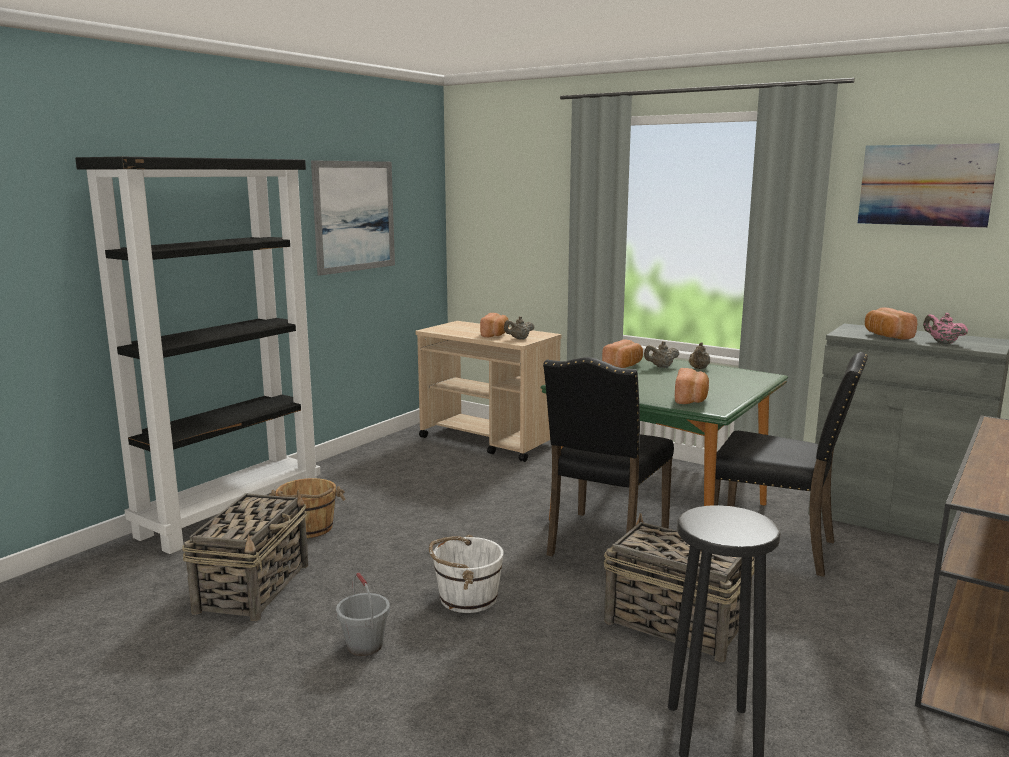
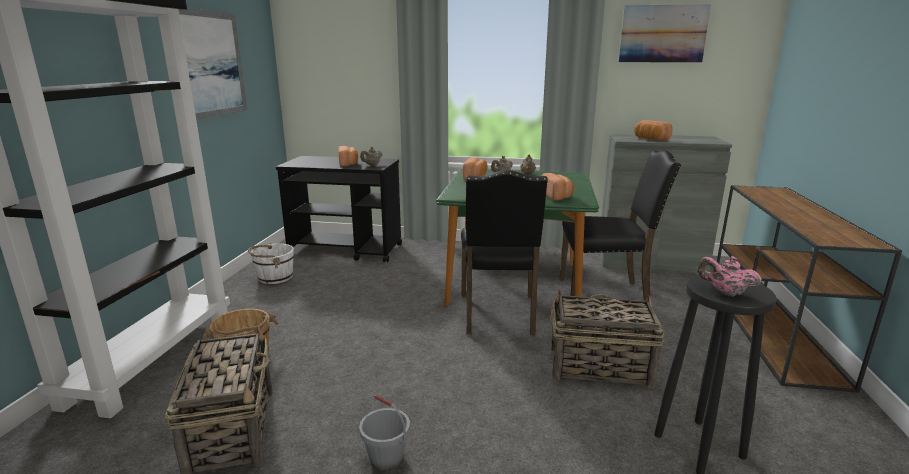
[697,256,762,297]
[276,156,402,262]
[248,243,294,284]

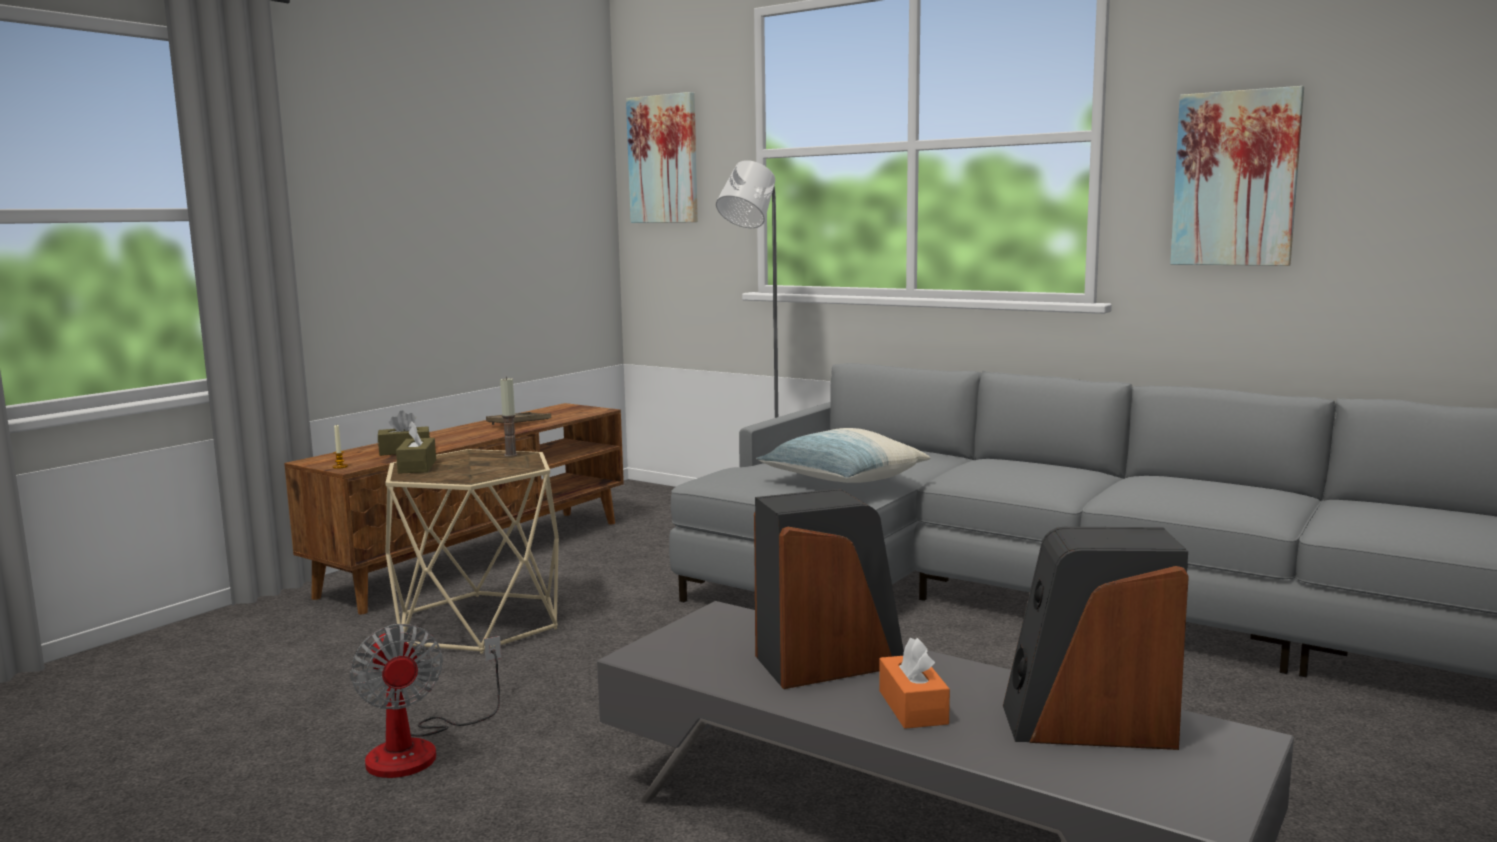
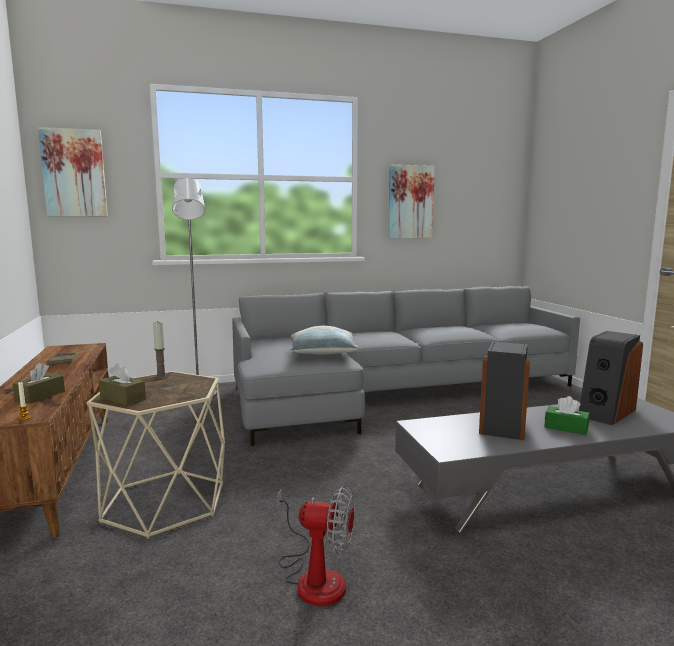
[544,396,590,435]

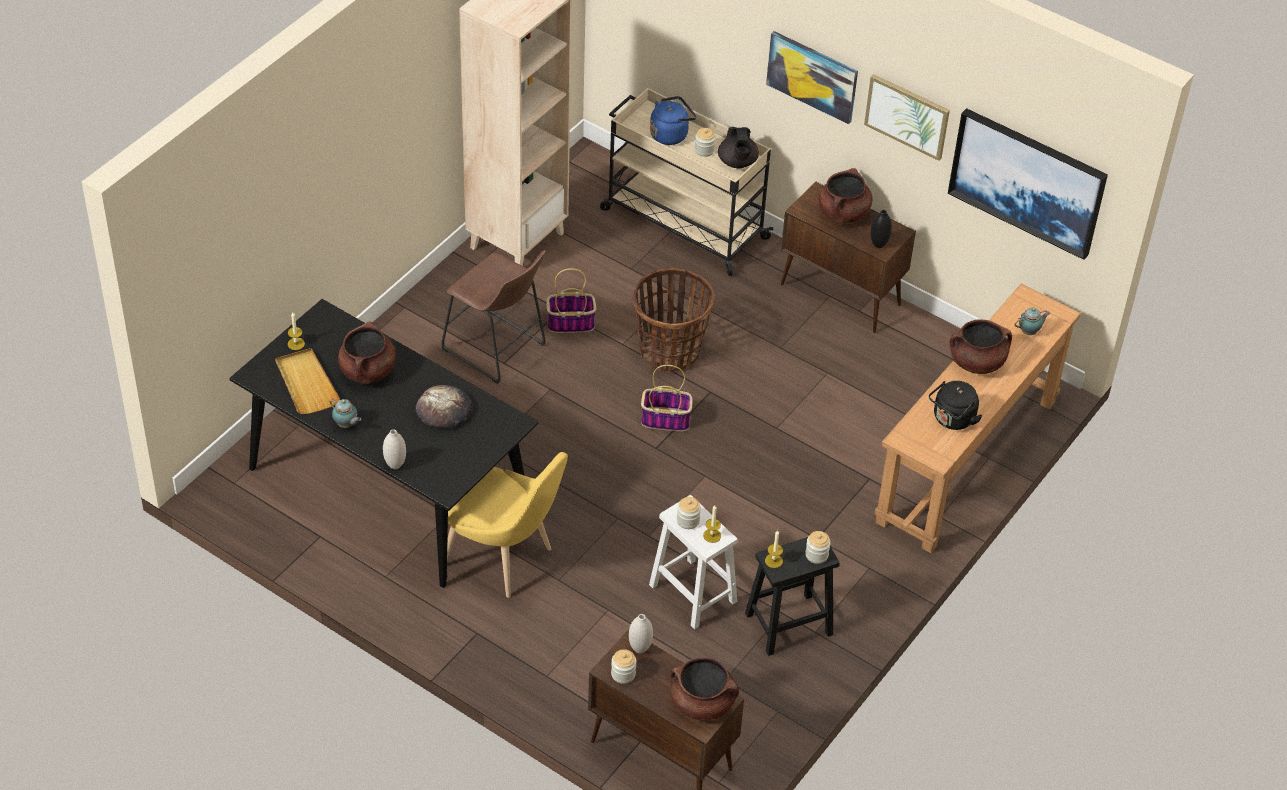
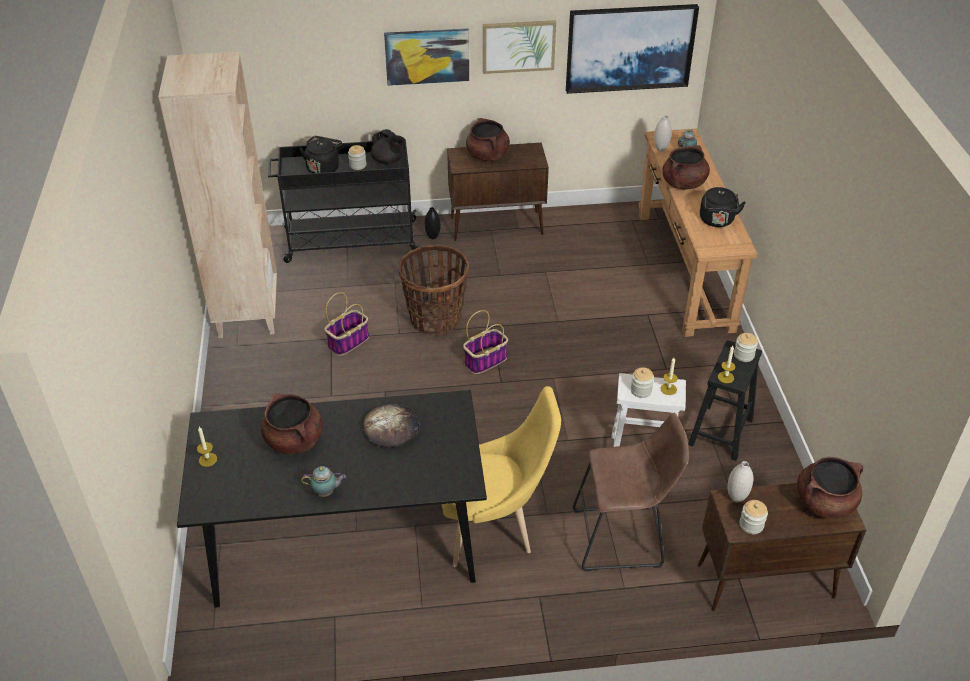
[268,139,421,263]
[299,136,342,173]
[425,207,441,239]
[573,413,689,571]
[275,348,340,414] (first image)
[654,115,672,151]

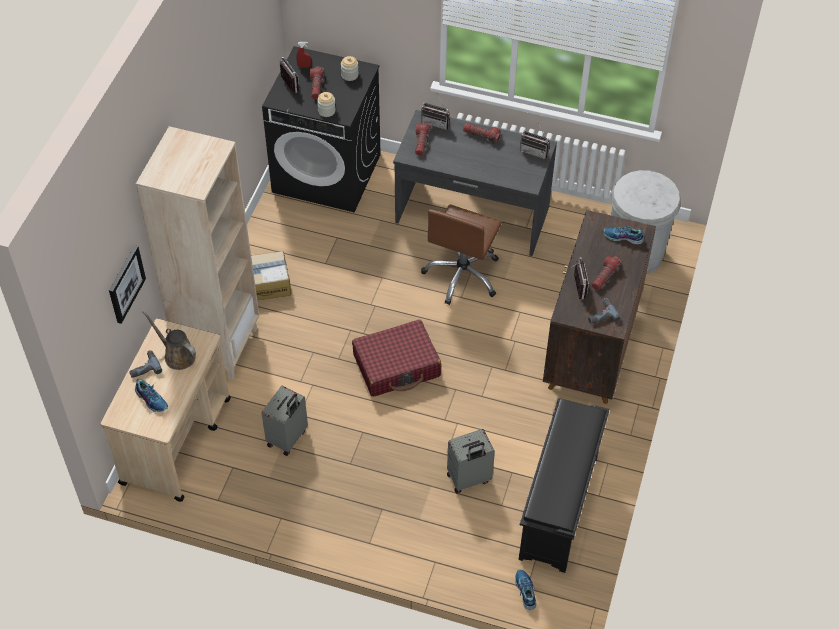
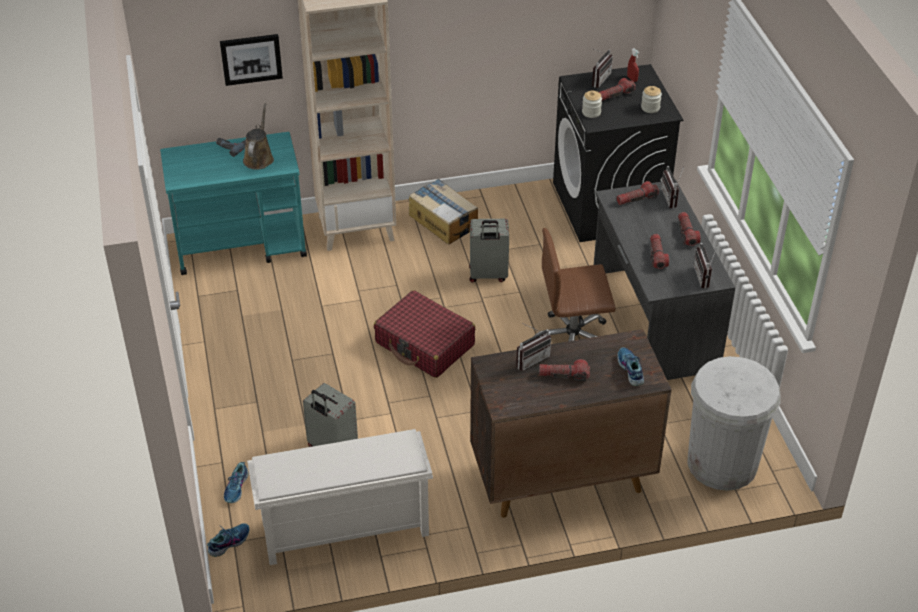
[588,298,621,324] (first image)
[160,132,307,275]
[224,462,249,503]
[469,219,509,283]
[247,429,433,565]
[650,234,669,269]

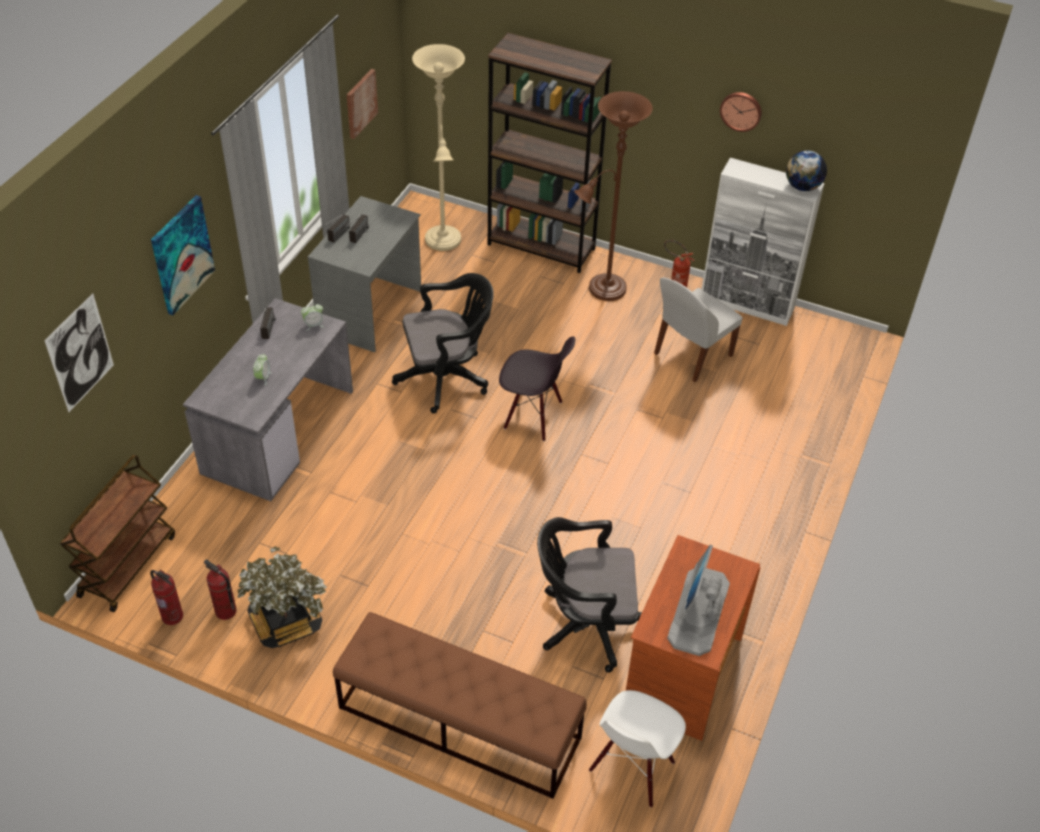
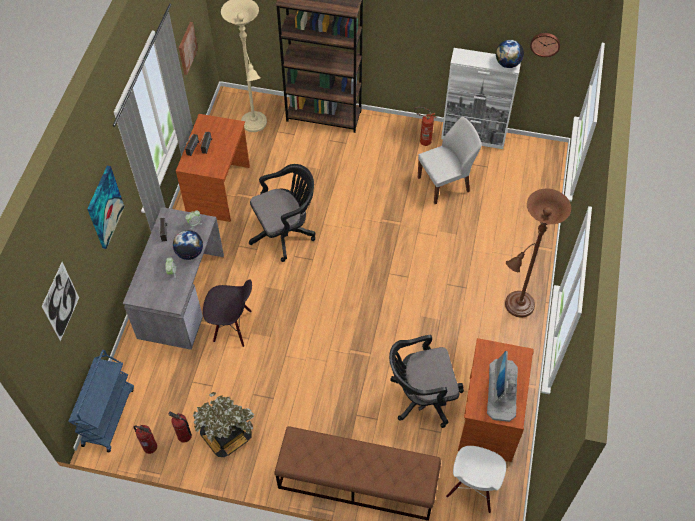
[505,189,571,318]
[530,33,560,57]
[176,114,250,222]
[418,117,482,204]
[203,279,252,347]
[69,350,134,453]
[173,230,203,260]

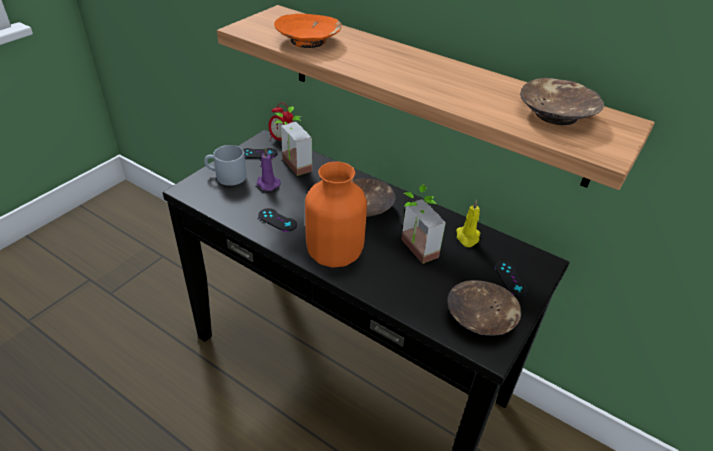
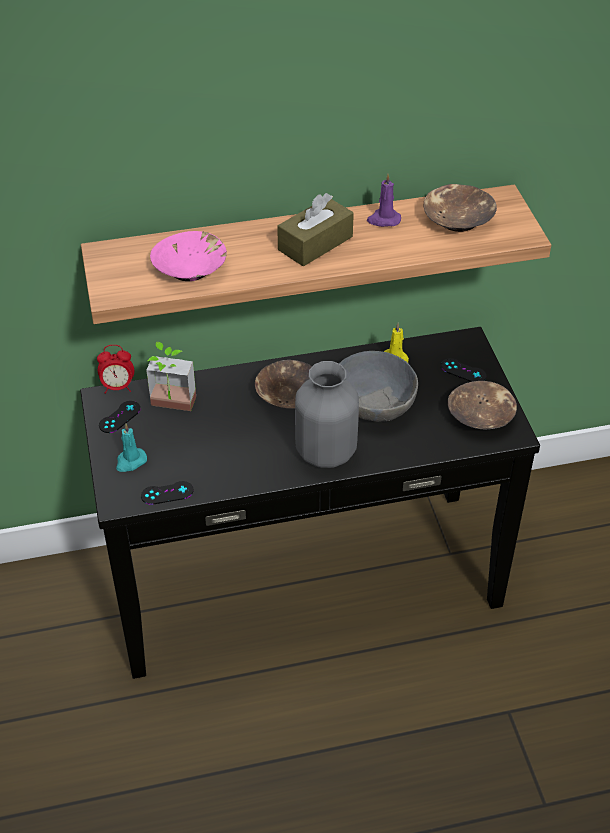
[150,231,227,281]
[116,423,147,472]
[367,174,401,227]
[295,361,359,468]
[339,351,418,422]
[141,481,193,505]
[277,193,354,267]

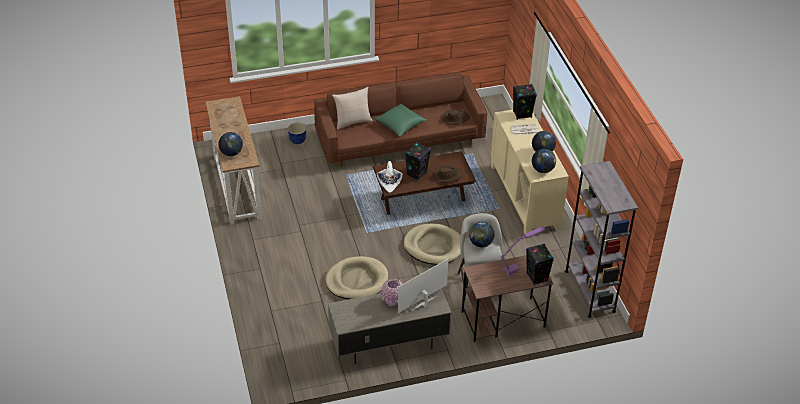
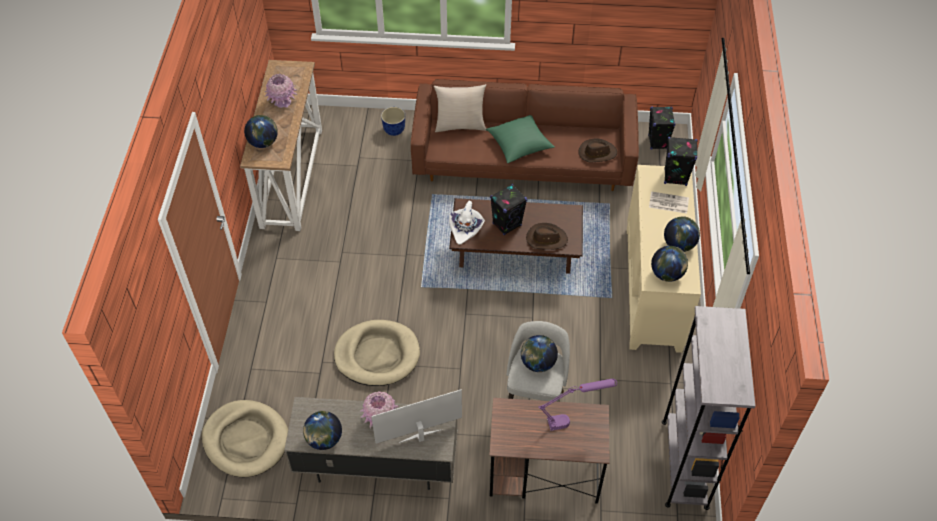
[202,400,288,477]
[648,107,675,149]
[265,74,297,108]
[303,411,342,450]

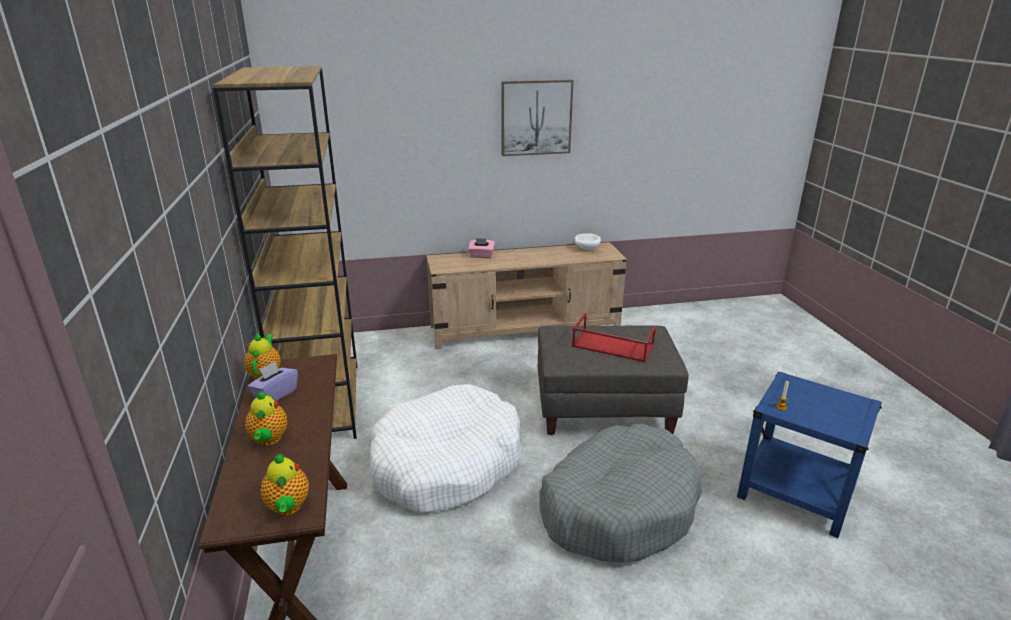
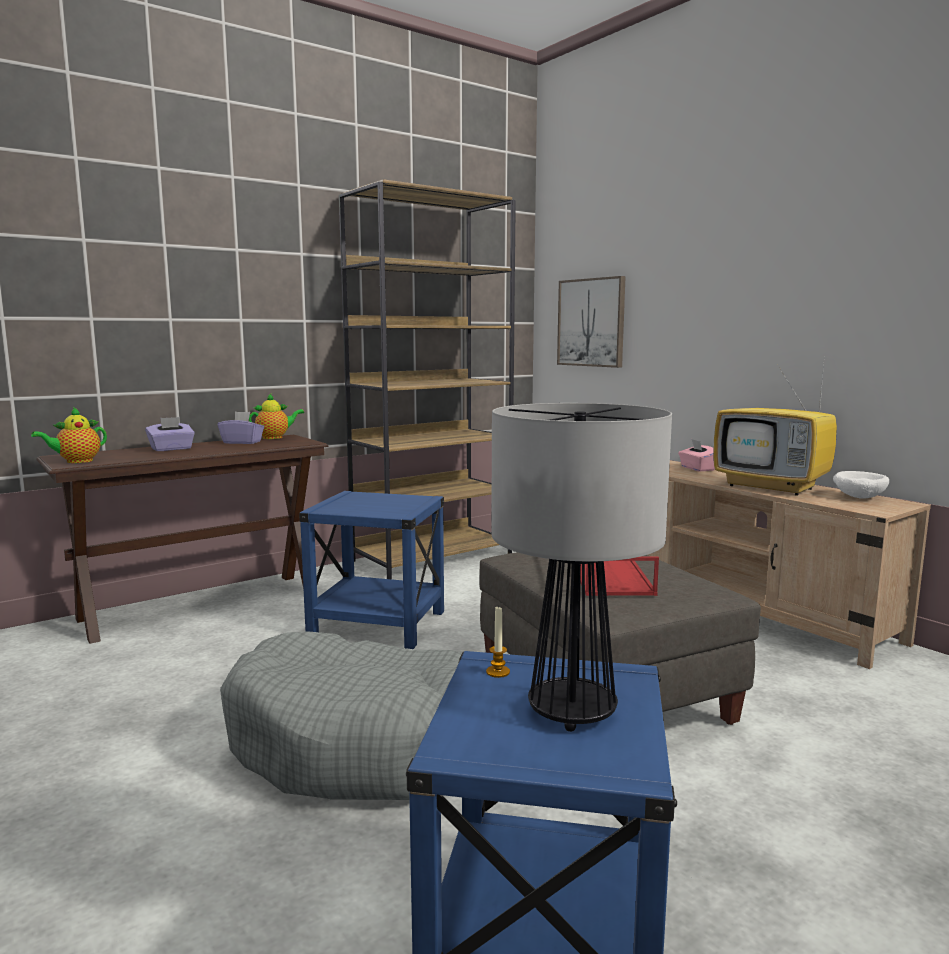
[557,276,626,368]
[299,491,444,649]
[145,417,195,451]
[713,354,837,496]
[491,403,672,732]

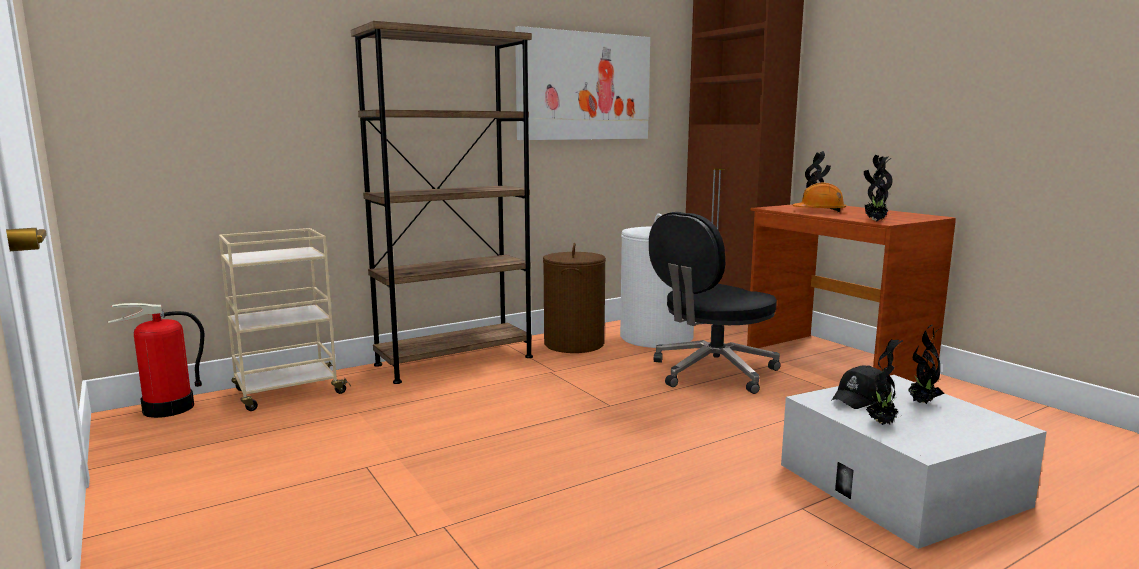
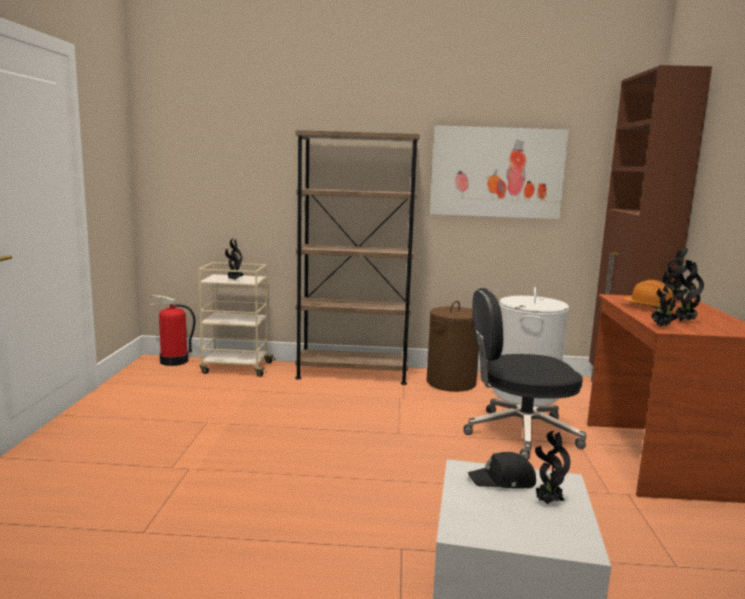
[225,239,244,280]

